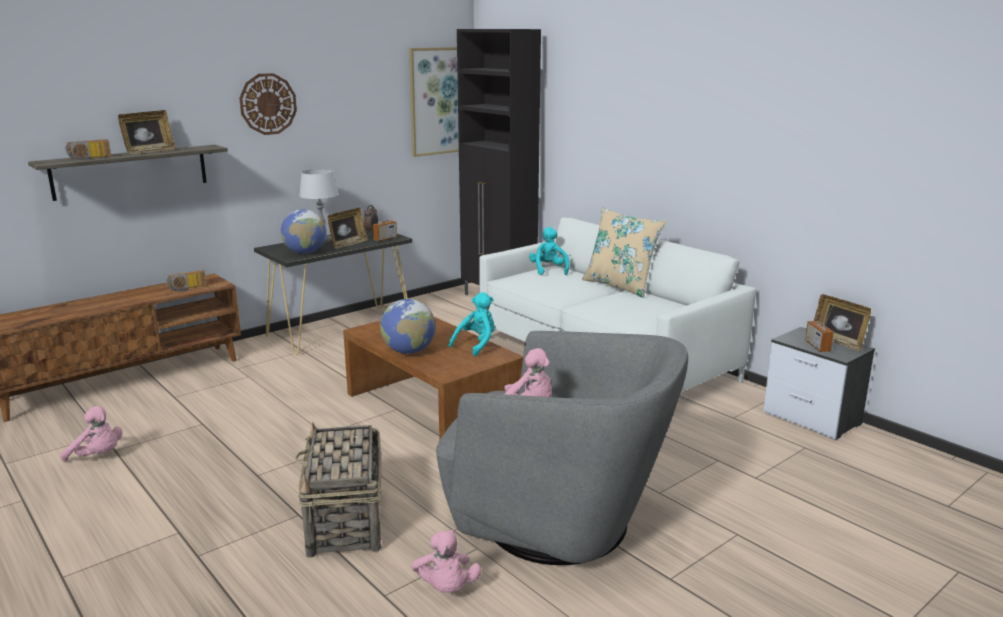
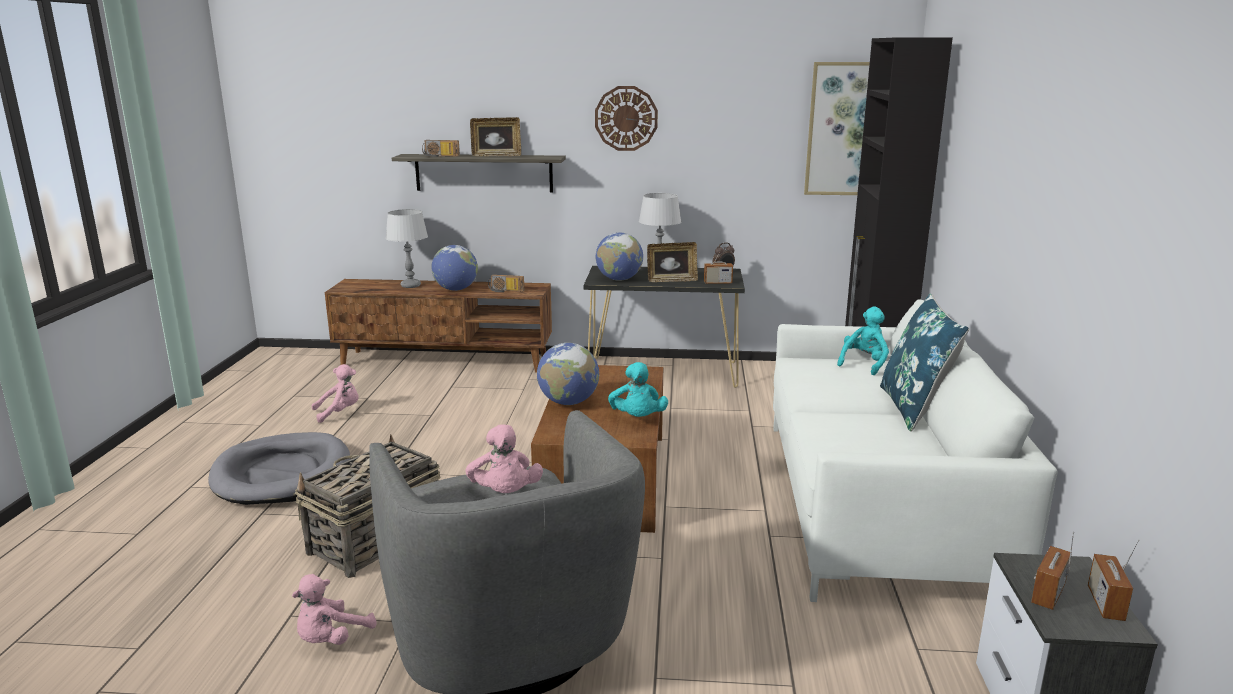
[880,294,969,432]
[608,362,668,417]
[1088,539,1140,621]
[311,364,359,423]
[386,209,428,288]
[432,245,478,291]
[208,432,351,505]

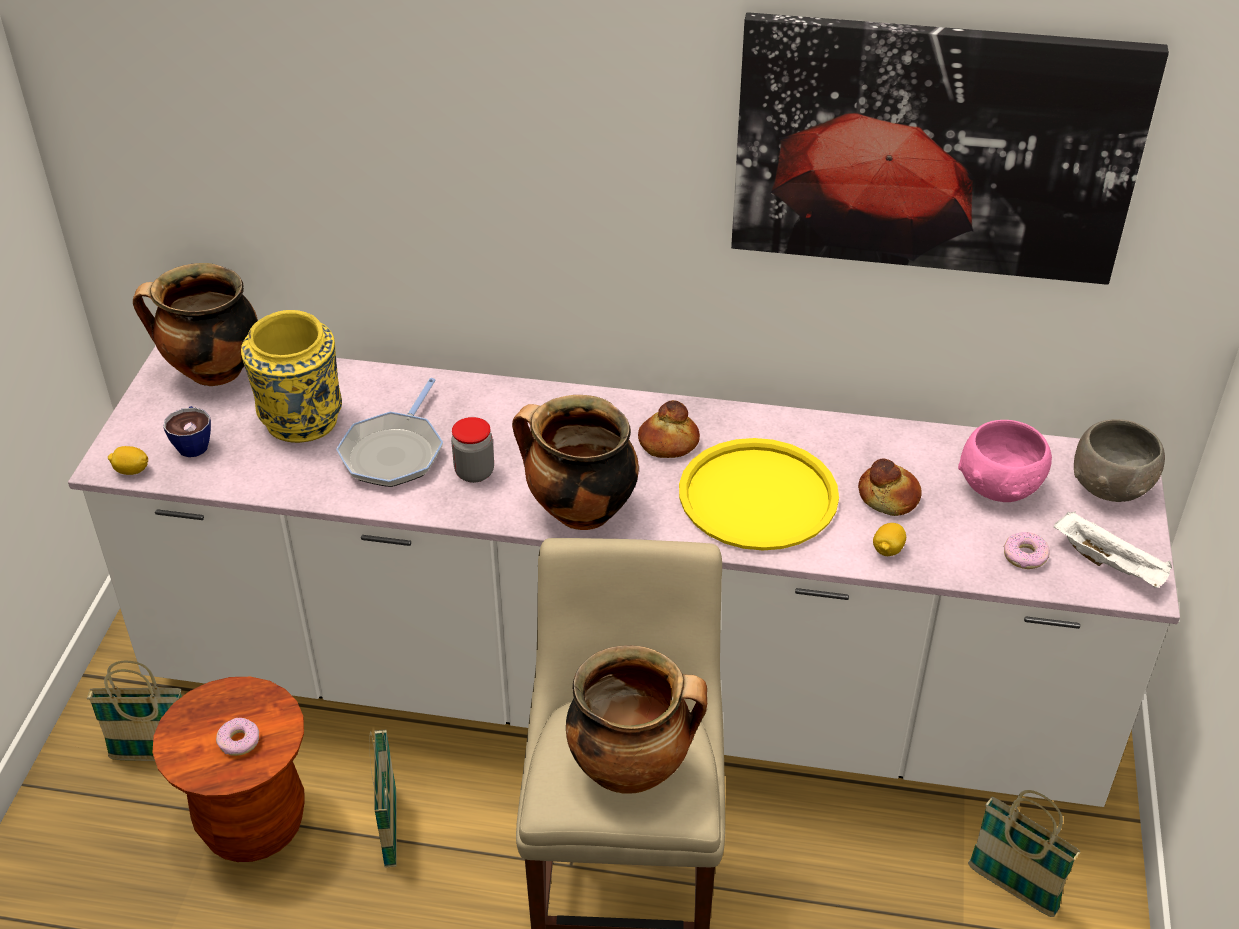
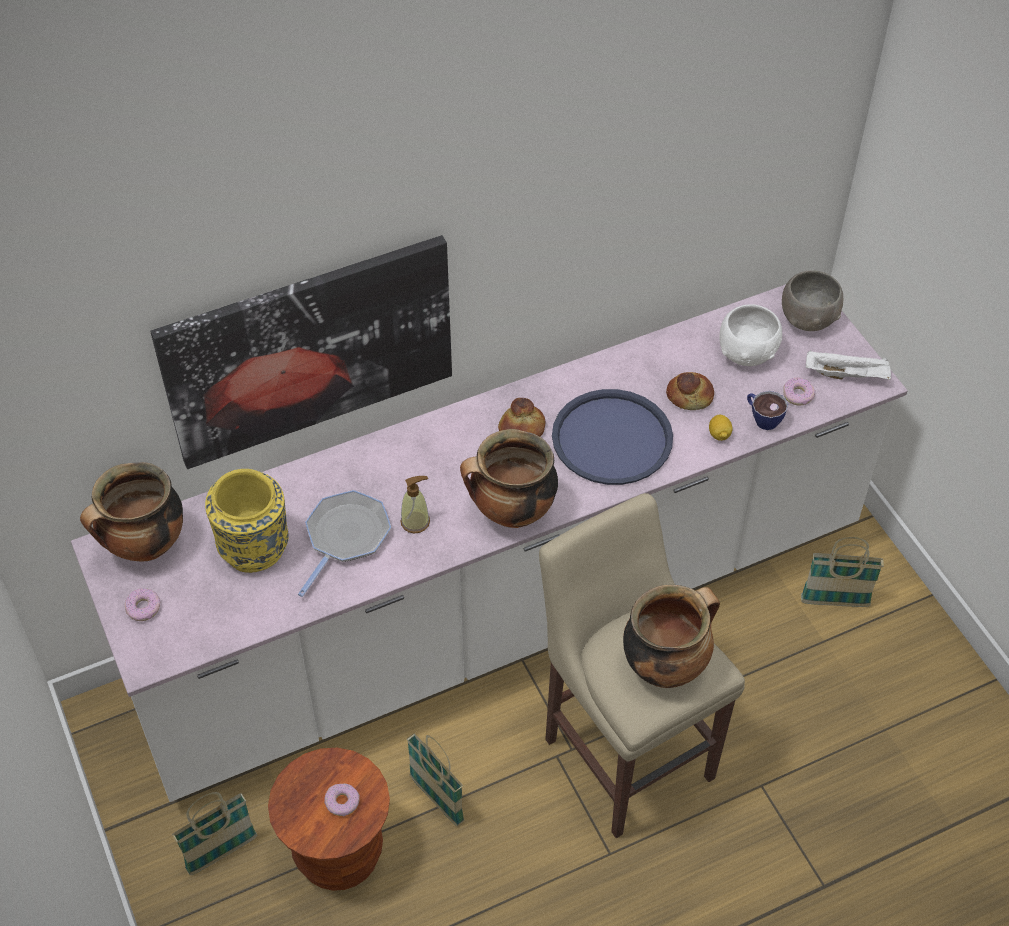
[150,235,452,469]
[298,490,391,597]
[747,391,788,430]
[401,476,430,534]
[719,304,782,366]
[552,389,673,485]
[108,446,148,475] (first image)
[125,588,160,621]

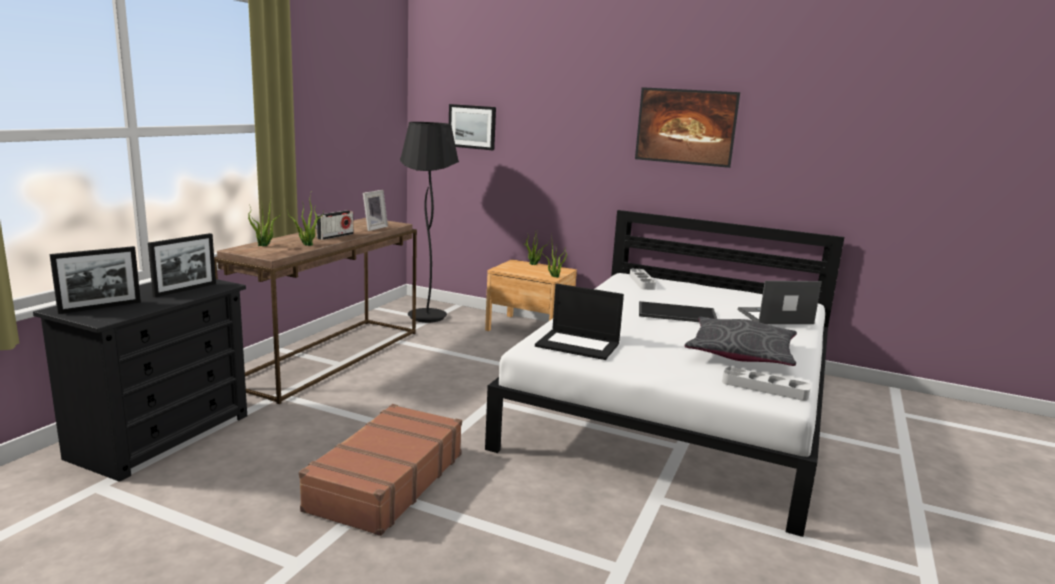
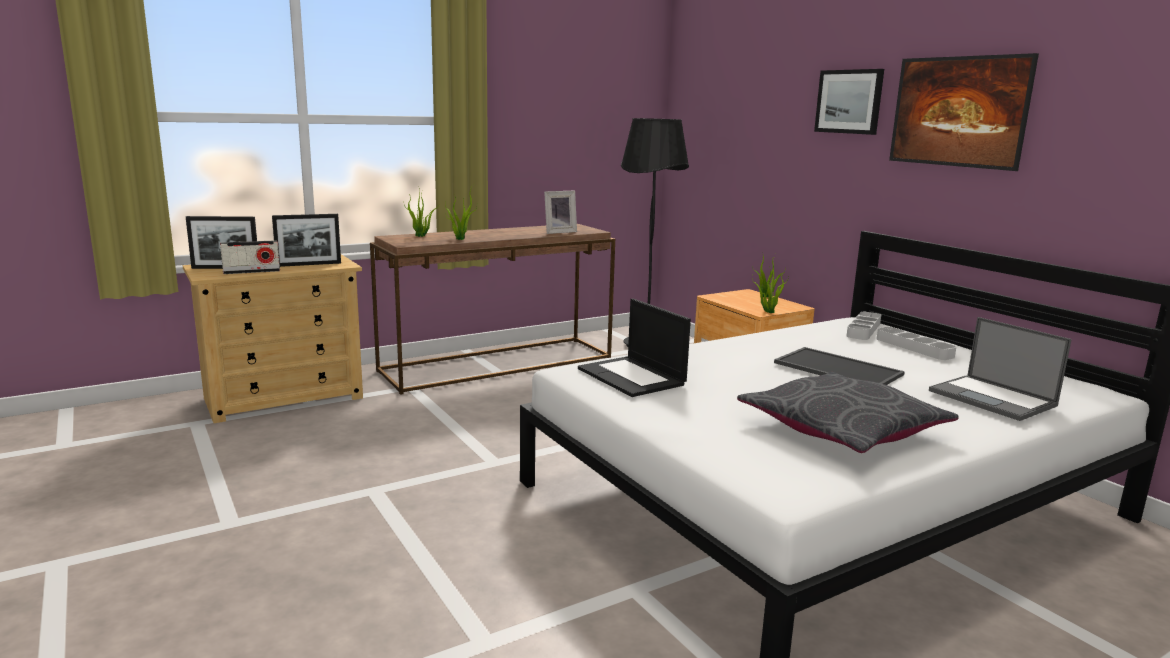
[814,69,884,135]
[220,240,280,274]
[183,254,363,423]
[929,317,1072,421]
[876,327,956,360]
[299,404,462,536] (first image)

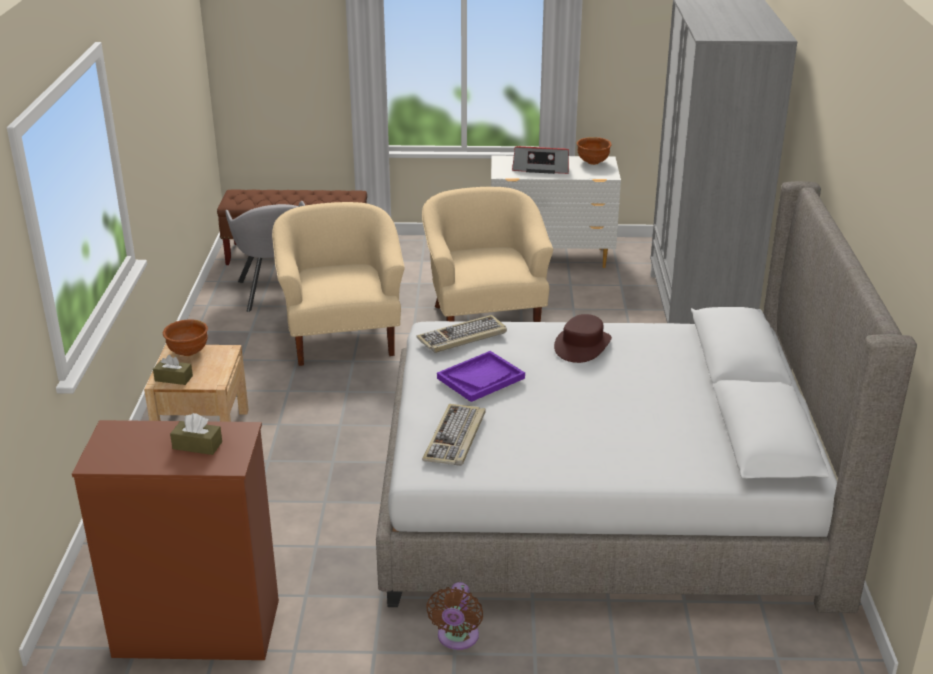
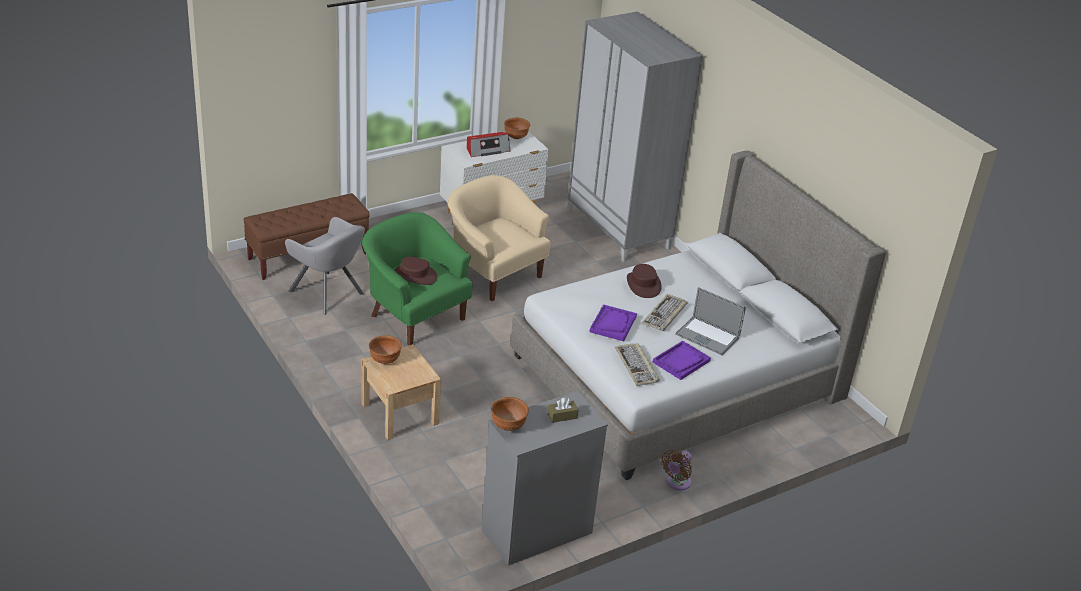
[362,212,473,345]
[642,294,688,331]
[153,355,193,385] (first image)
[482,391,608,566]
[662,450,692,490]
[394,256,437,285]
[675,287,746,355]
[653,341,711,380]
[491,397,529,431]

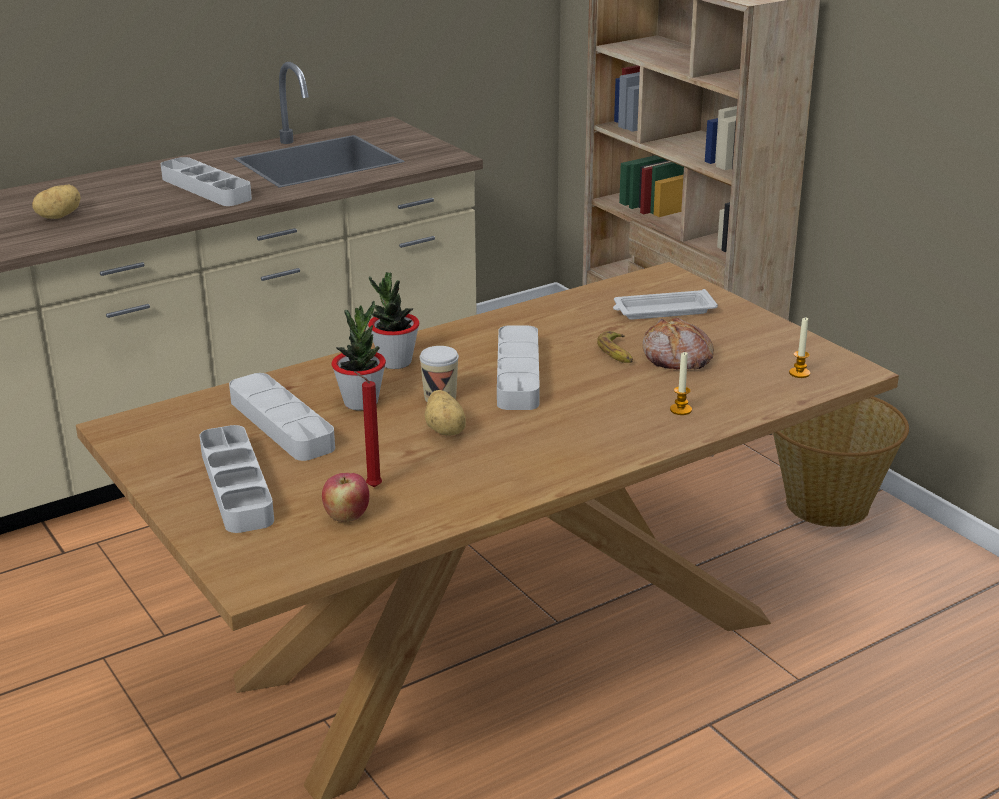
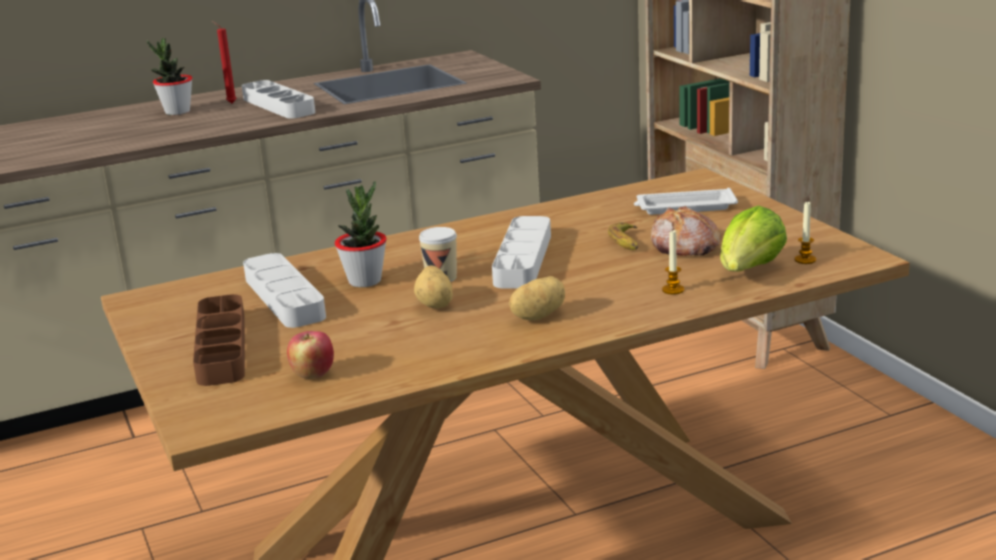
[509,276,565,320]
[147,38,192,115]
[212,21,237,103]
[773,396,909,527] (first image)
[193,294,245,386]
[720,205,787,272]

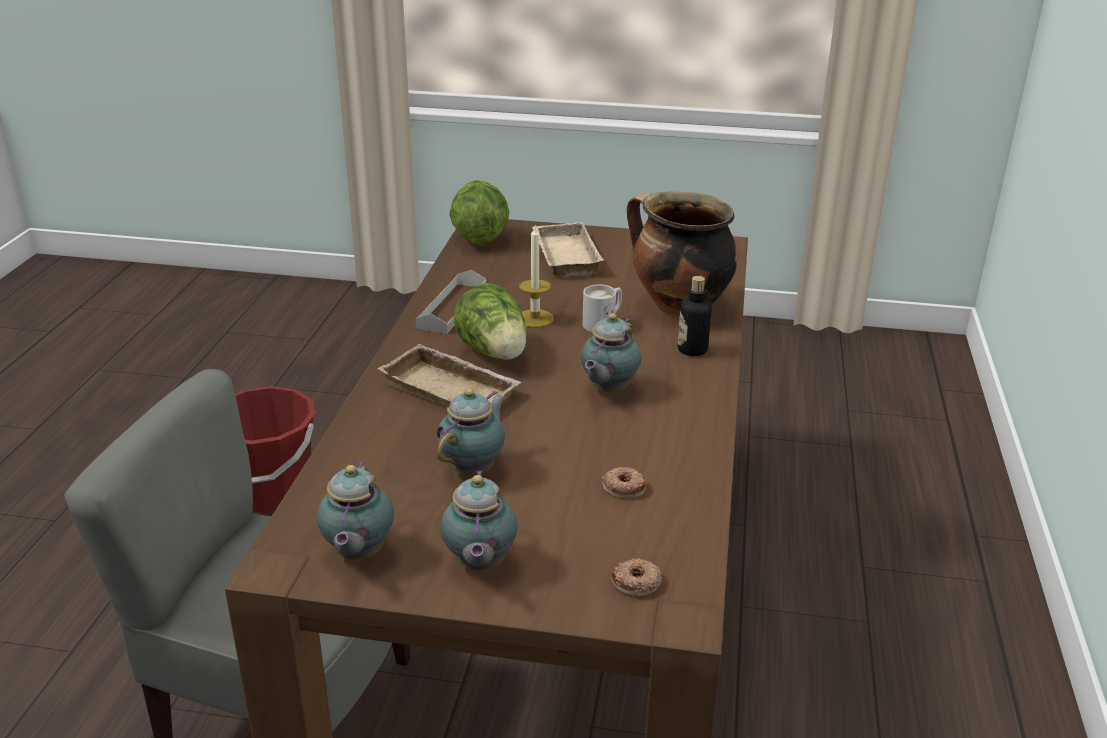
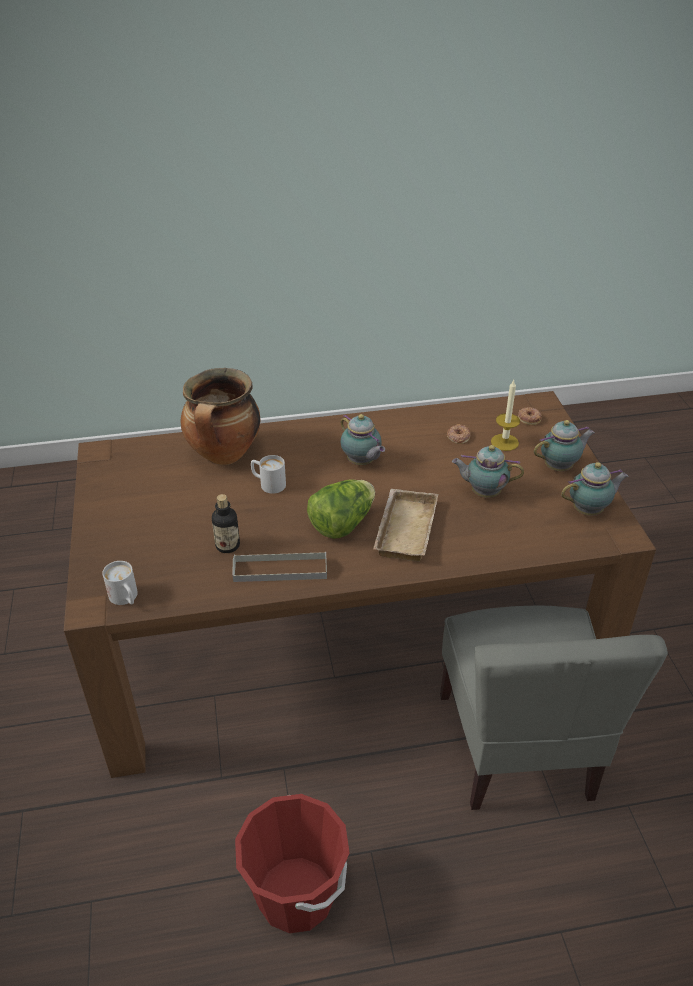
[102,561,138,605]
[532,222,604,276] (first image)
[491,380,520,451]
[212,494,240,553]
[340,414,385,465]

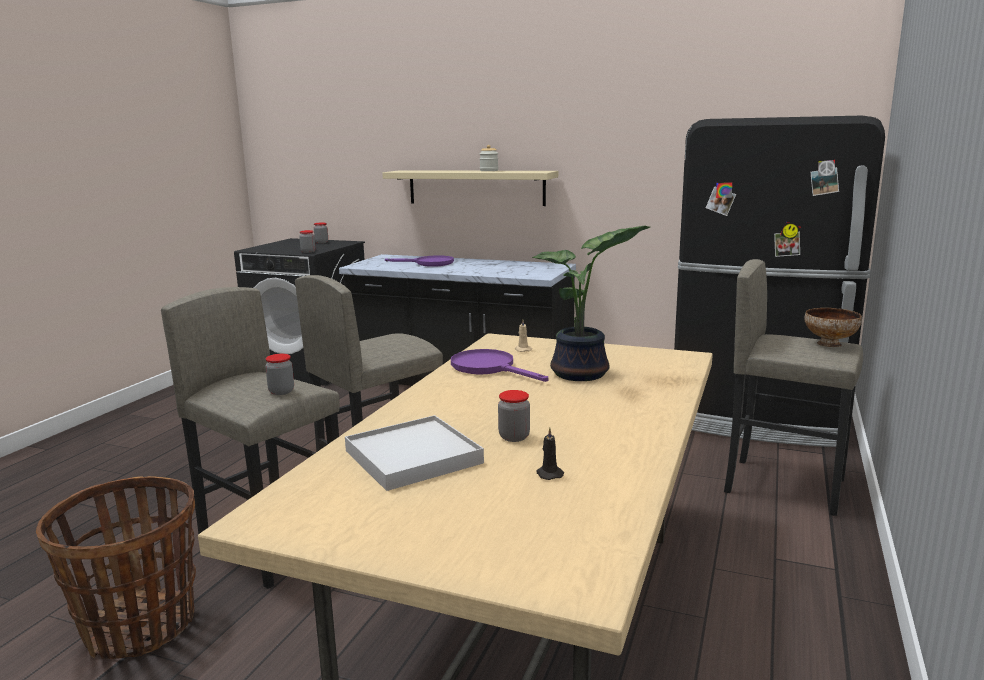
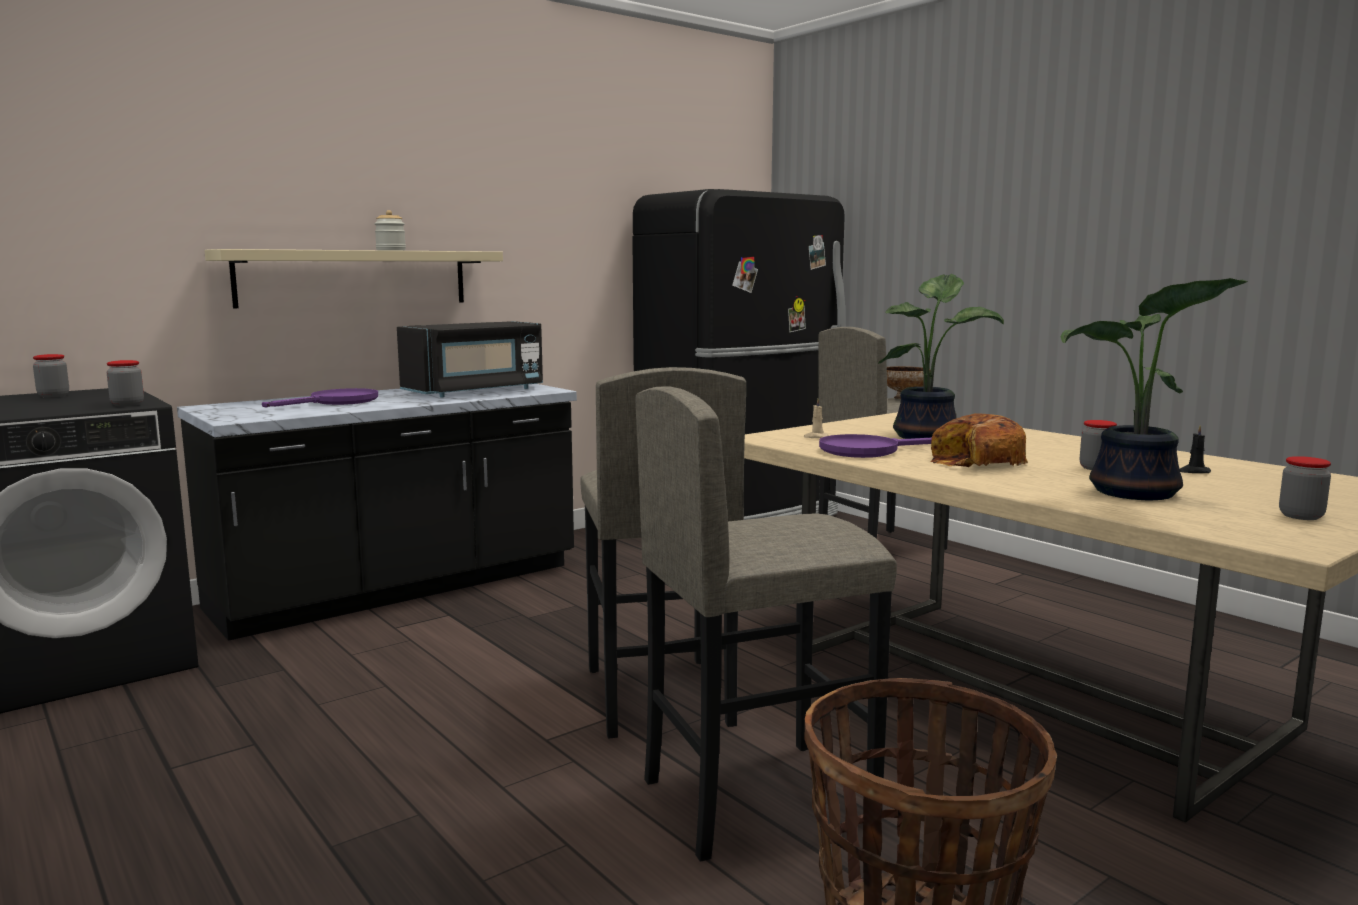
[1279,456,1331,520]
[1061,278,1248,500]
[397,321,543,397]
[931,413,1028,467]

